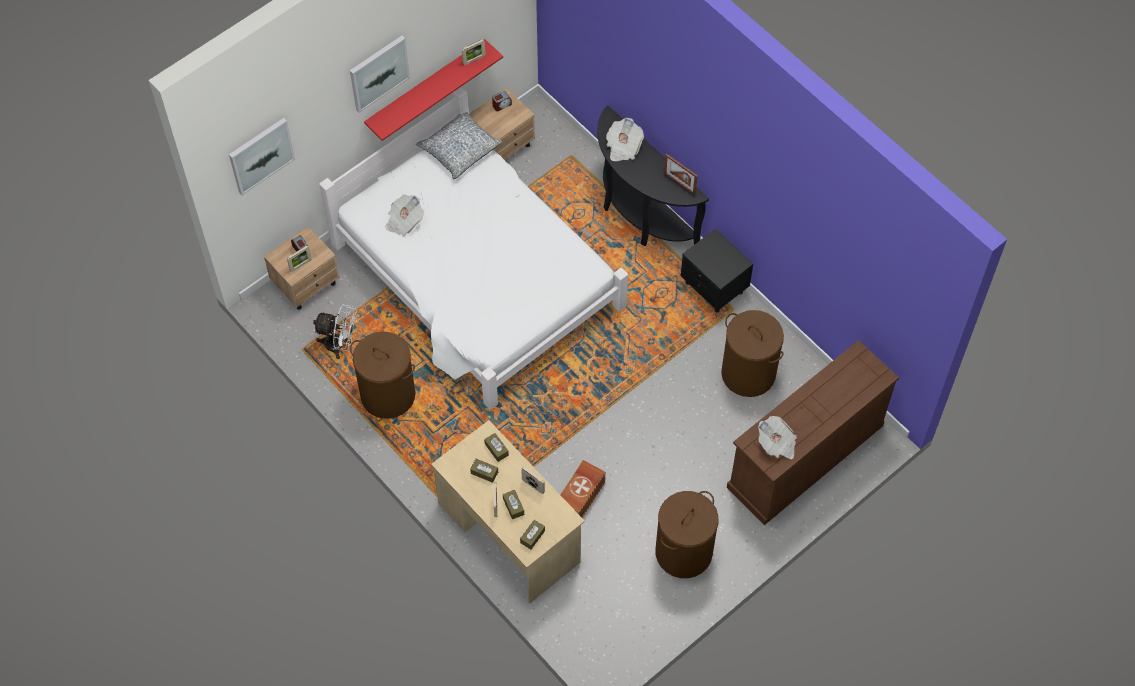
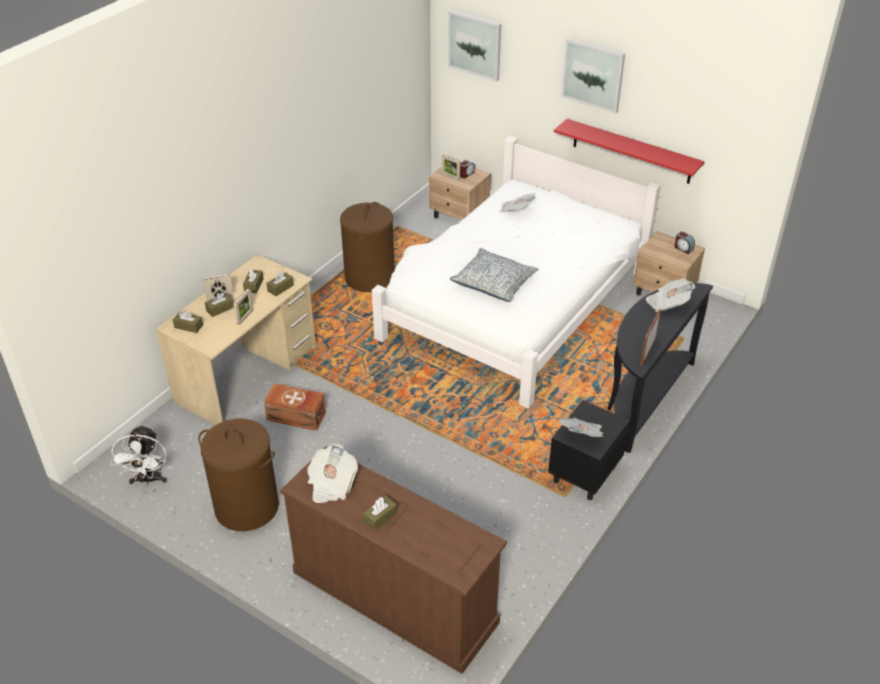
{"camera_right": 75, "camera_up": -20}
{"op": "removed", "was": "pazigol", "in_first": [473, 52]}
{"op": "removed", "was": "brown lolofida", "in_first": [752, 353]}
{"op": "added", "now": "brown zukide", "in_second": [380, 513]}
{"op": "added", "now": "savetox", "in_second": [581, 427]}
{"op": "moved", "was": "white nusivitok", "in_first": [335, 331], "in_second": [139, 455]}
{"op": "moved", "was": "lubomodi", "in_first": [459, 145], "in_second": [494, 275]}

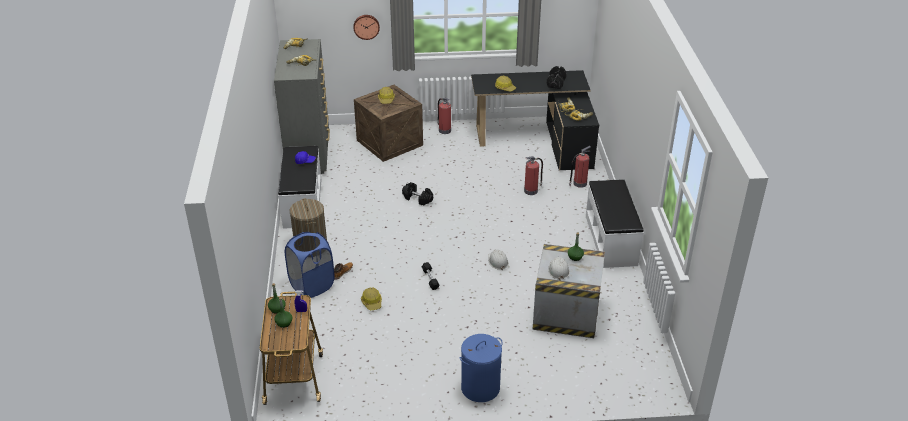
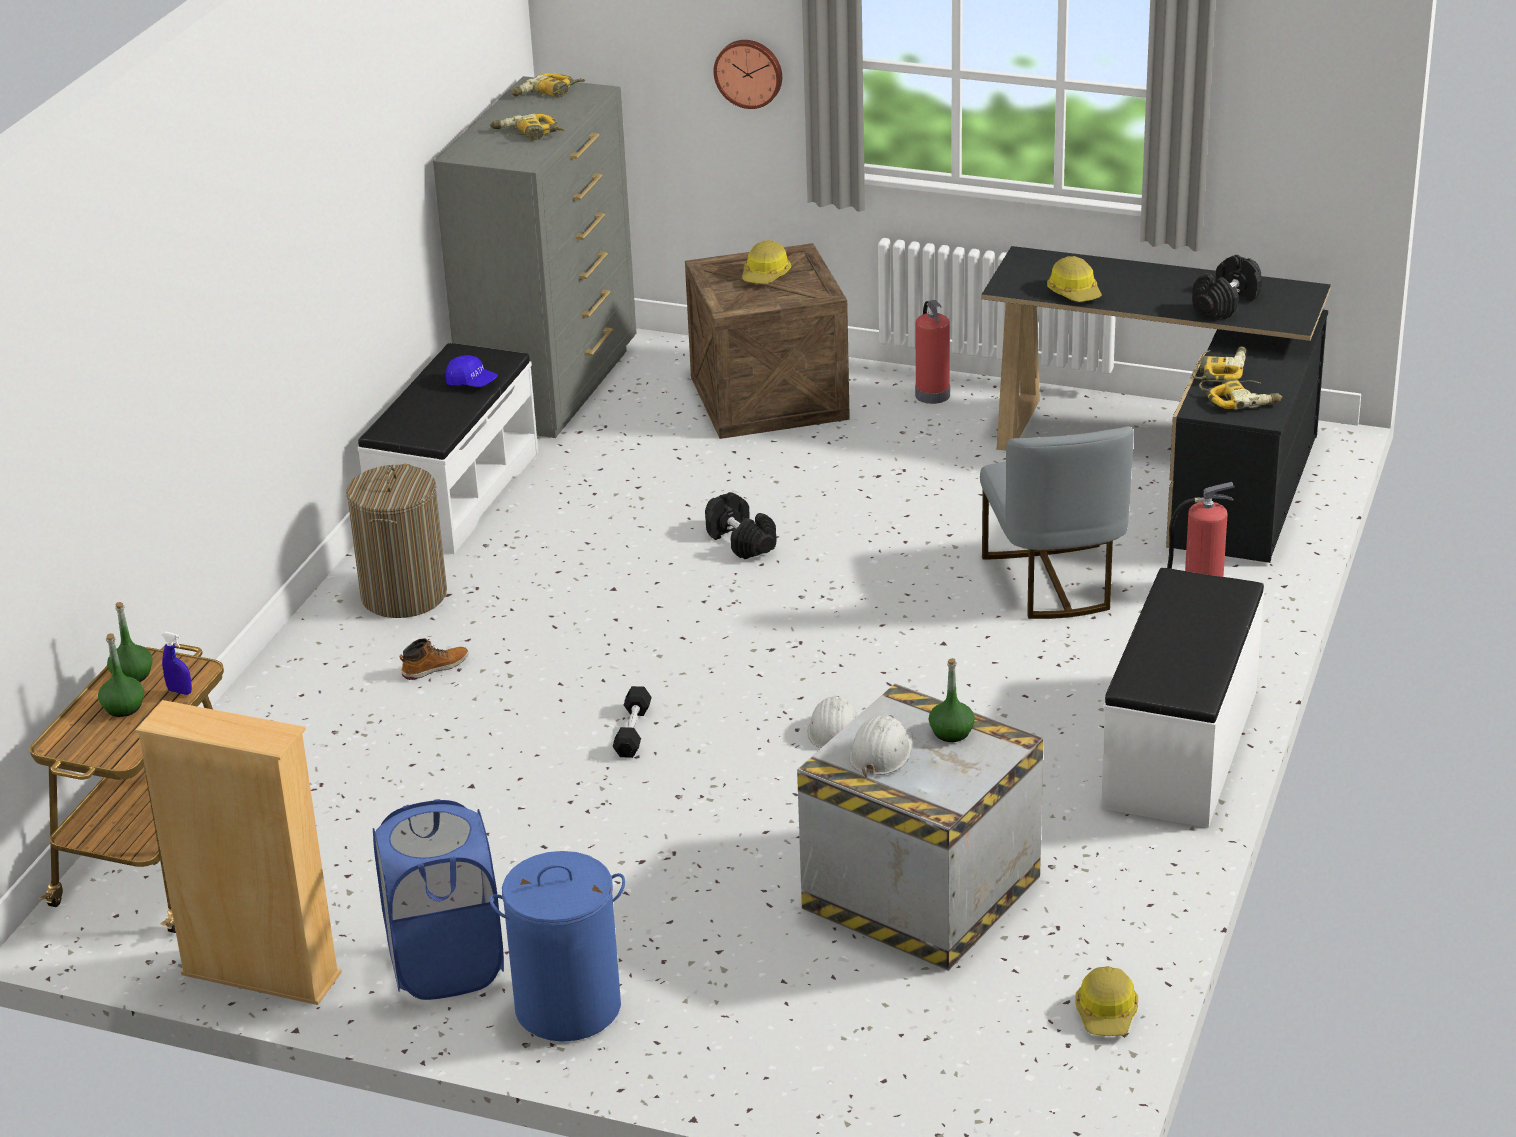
{"camera_right": 25, "camera_up": -5}
{"op": "added", "now": "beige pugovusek", "in_second": [238, 852]}
{"op": "moved", "was": "blue lolofida", "in_first": [309, 265], "in_second": [438, 899]}
{"op": "moved", "was": "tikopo", "in_first": [371, 299], "in_second": [1107, 1001]}
{"op": "replaced", "was": "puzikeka", "now": "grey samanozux", "in_first": [533, 175], "in_second": [1057, 522]}

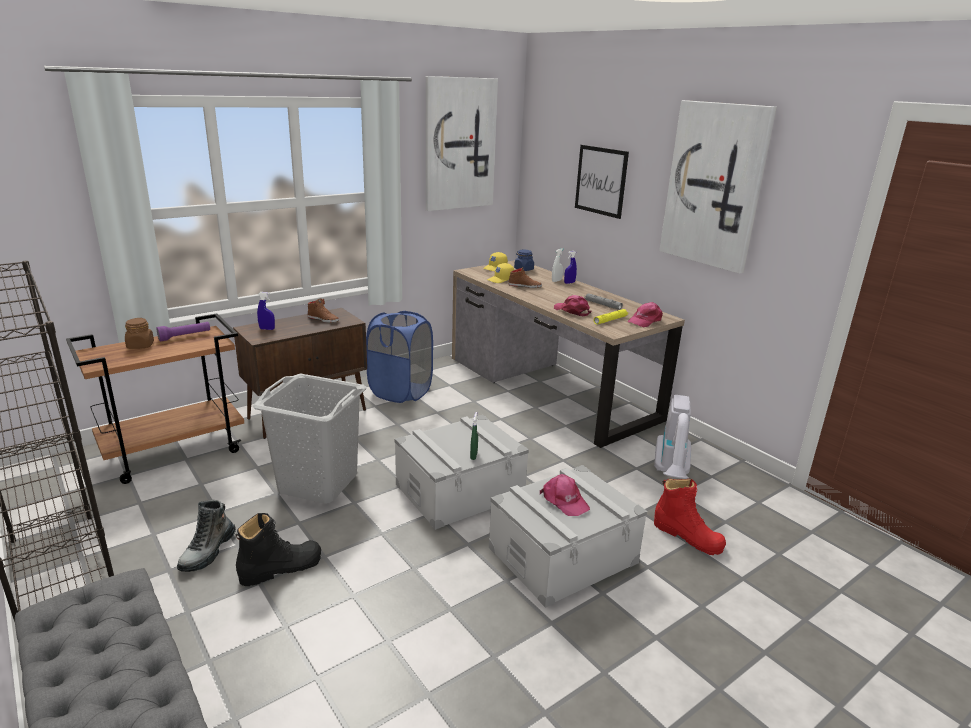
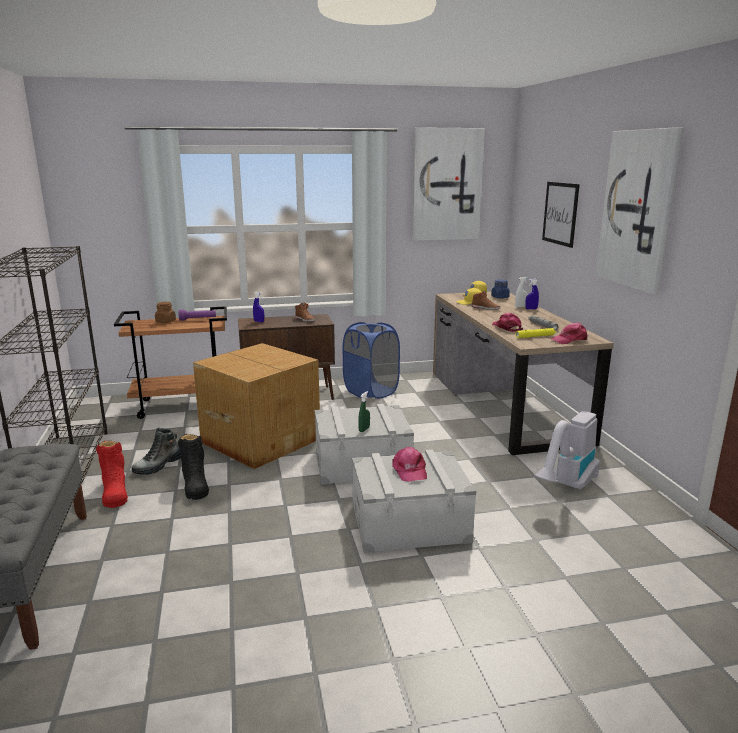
{"camera_right": 25, "camera_up": -5}
{"op": "moved", "was": "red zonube", "in_first": [690, 517], "in_second": [112, 474]}
{"op": "replaced", "was": "grey lolofida", "now": "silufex", "in_first": [309, 438], "in_second": [256, 406]}
{"op": "turned", "was": "black zonube", "in_first": [278, 549], "in_second": [193, 467], "clockwise": 75}

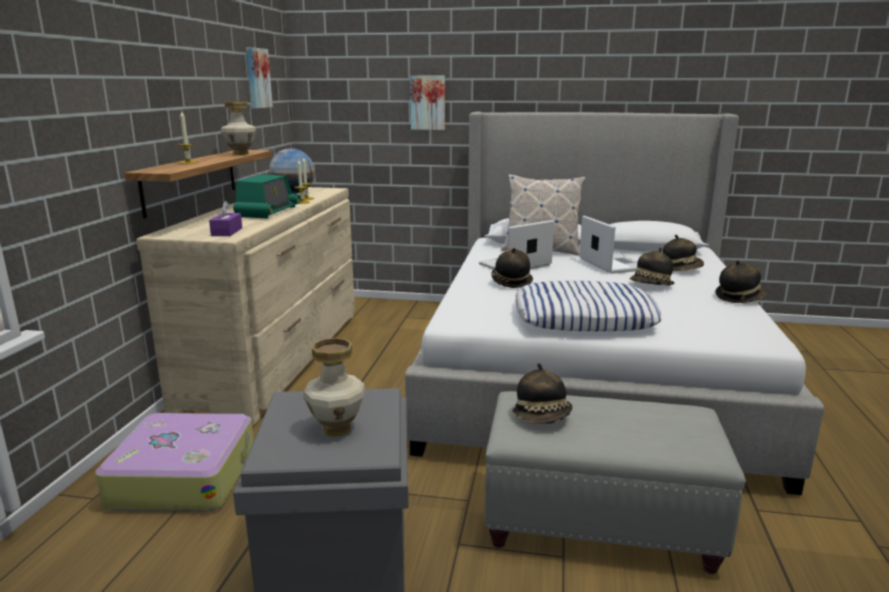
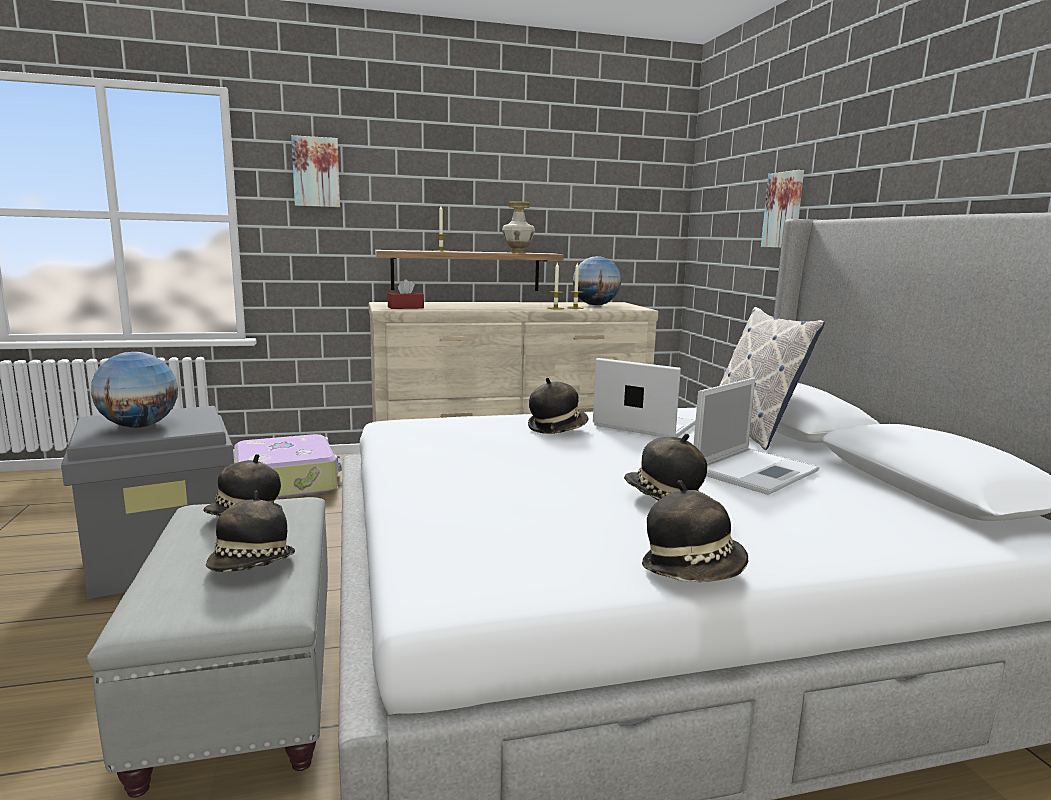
{"camera_right": 65, "camera_up": -5}
{"op": "removed", "was": "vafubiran", "in_first": [267, 196]}
{"op": "removed", "was": "lubomodi", "in_first": [588, 306]}
{"op": "moved", "was": "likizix", "in_first": [259, 77], "in_second": [315, 171]}
{"op": "moved", "was": "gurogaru", "in_first": [683, 253], "in_second": [250, 531]}
{"op": "replaced", "was": "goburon", "now": "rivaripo", "in_first": [334, 387], "in_second": [134, 390]}
{"op": "recoloured", "was": "purple zukide", "now": "red zukide", "in_first": [225, 218], "in_second": [406, 294]}

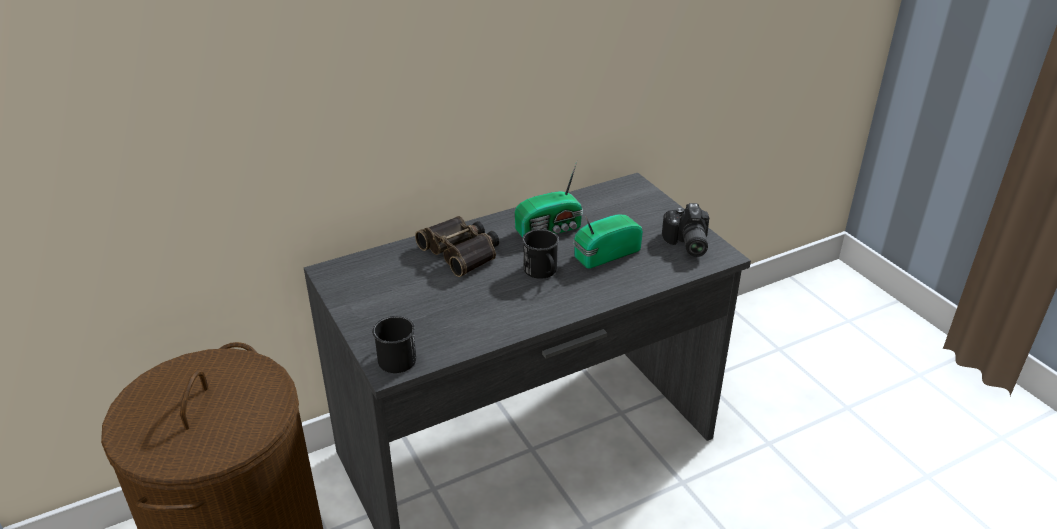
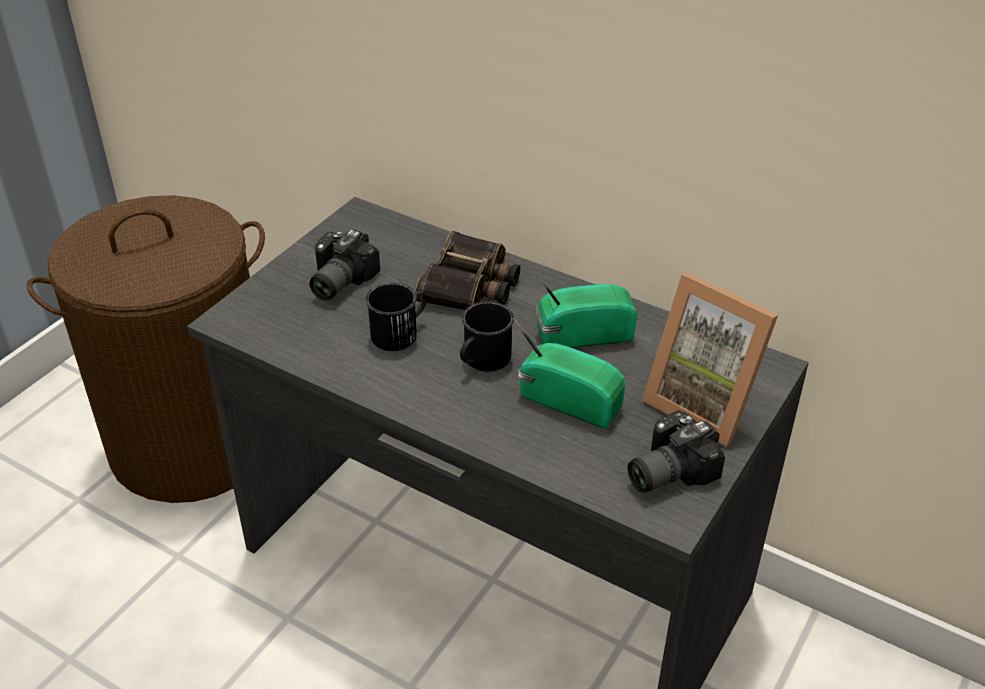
{"camera_right": 60, "camera_up": 5}
{"op": "added", "now": "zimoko", "in_second": [344, 265]}
{"op": "added", "now": "pazigol", "in_second": [710, 360]}
{"op": "moved", "was": "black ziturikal", "in_first": [394, 344], "in_second": [396, 316]}
{"op": "turned", "was": "vafubiran", "in_first": [549, 199], "in_second": [586, 312], "clockwise": 135}

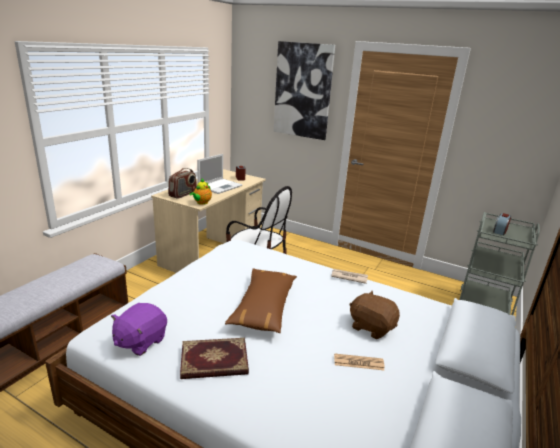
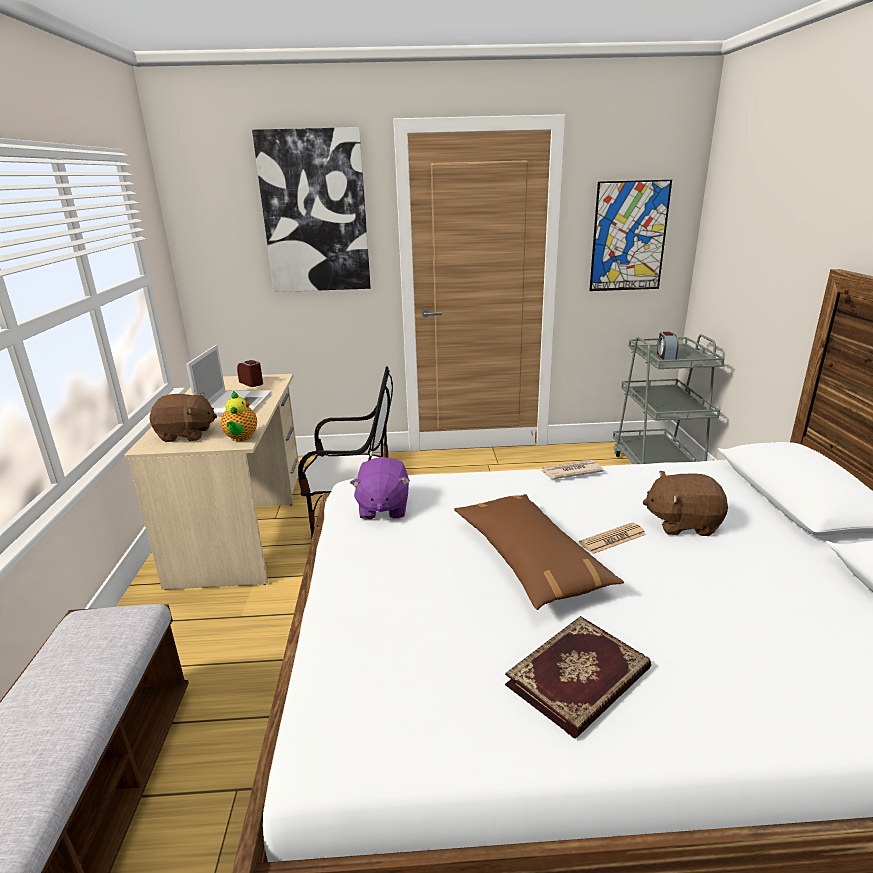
{"camera_right": -30, "camera_up": 0}
{"op": "added", "now": "likizix", "in_second": [630, 235]}
{"op": "moved", "was": "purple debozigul", "in_first": [139, 329], "in_second": [380, 488]}
{"op": "moved", "was": "savetox", "in_first": [359, 362], "in_second": [613, 538]}
{"op": "replaced", "was": "vafubiran", "now": "brown debozigul", "in_first": [182, 183], "in_second": [183, 417]}

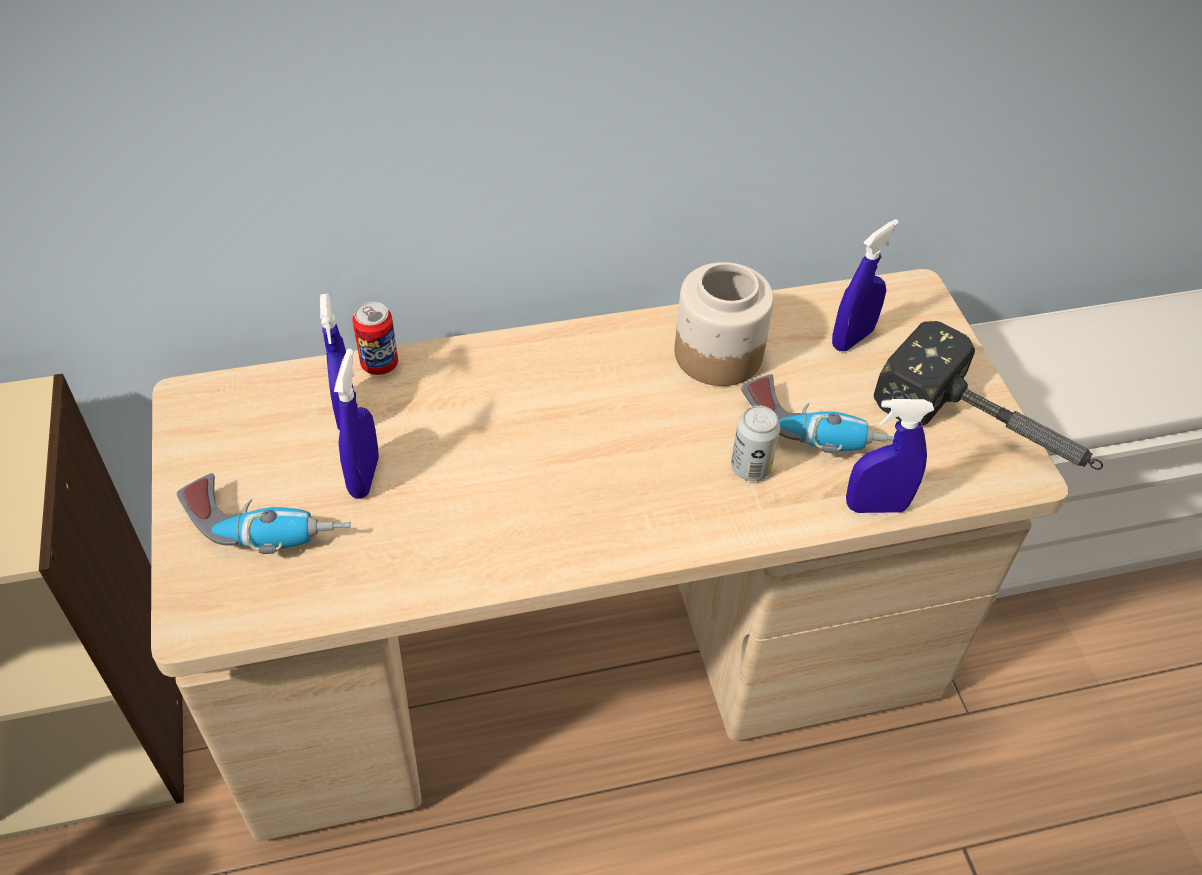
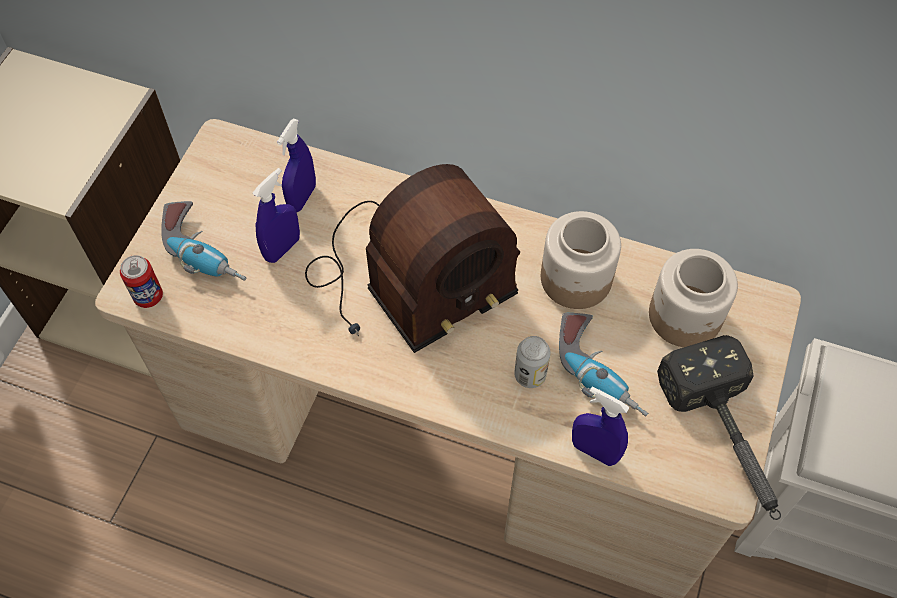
{"camera_right": 35, "camera_up": 10}
{"op": "added", "now": "vafubiran", "in_second": [412, 258]}
{"op": "moved", "was": "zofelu", "in_first": [375, 338], "in_second": [141, 281]}
{"op": "replaced", "was": "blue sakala", "now": "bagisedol", "in_first": [865, 285], "in_second": [693, 298]}

